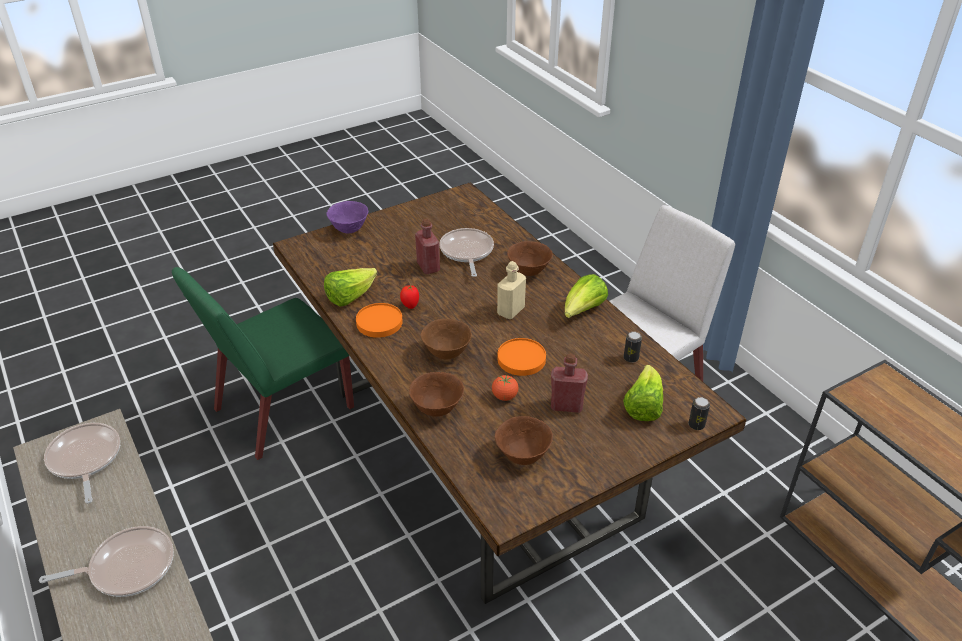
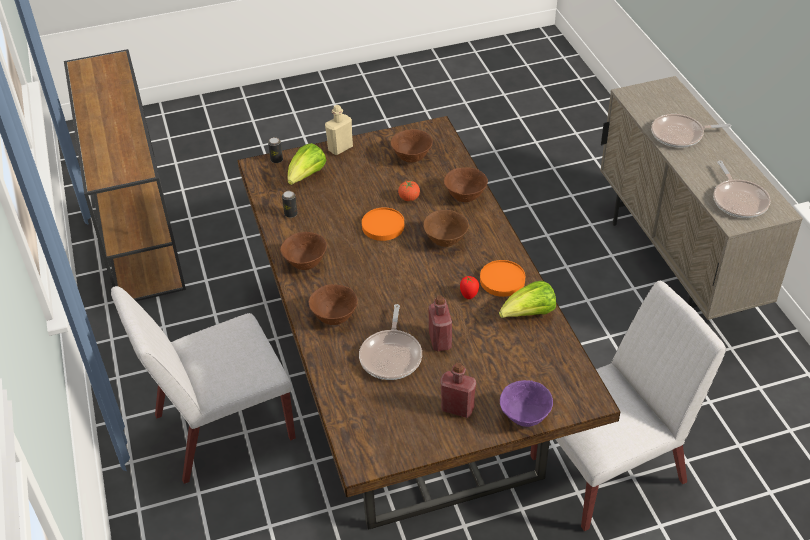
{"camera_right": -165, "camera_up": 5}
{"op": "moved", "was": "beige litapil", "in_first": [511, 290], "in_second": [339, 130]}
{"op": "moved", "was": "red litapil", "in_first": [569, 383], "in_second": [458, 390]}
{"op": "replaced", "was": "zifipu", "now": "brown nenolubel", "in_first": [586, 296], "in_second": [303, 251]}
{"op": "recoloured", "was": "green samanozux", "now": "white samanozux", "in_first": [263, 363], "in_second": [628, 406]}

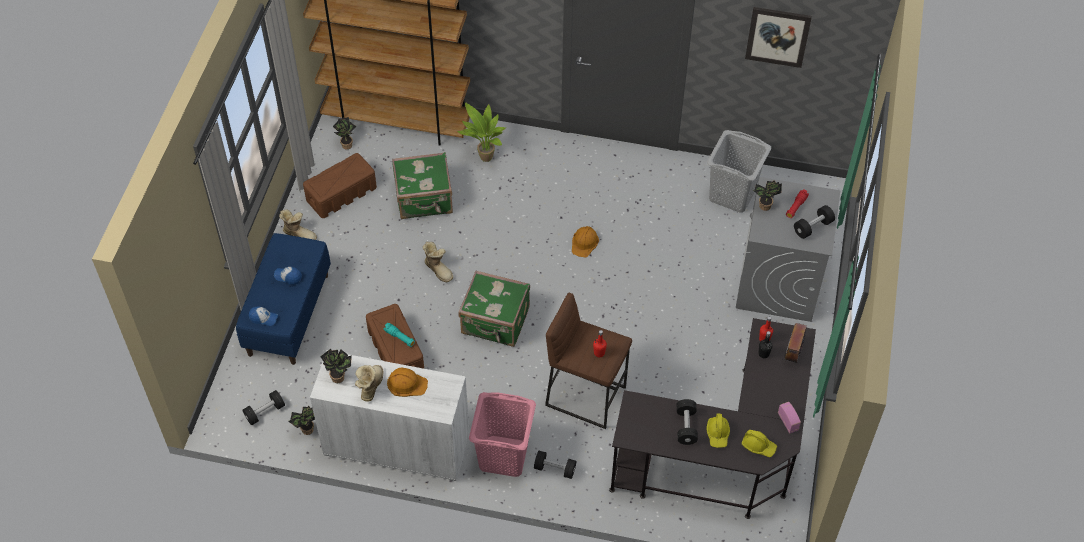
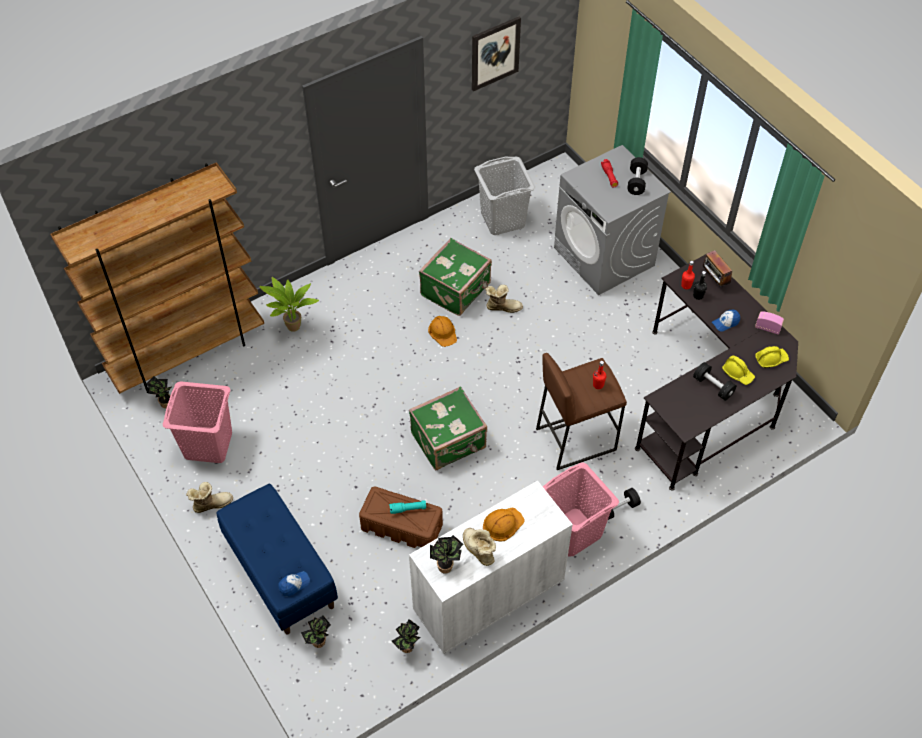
{"camera_right": -45, "camera_up": 0}
{"op": "removed", "was": "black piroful", "in_first": [264, 407]}
{"op": "moved", "was": "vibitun", "in_first": [288, 276], "in_second": [726, 321]}
{"op": "moved", "was": "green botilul", "in_first": [422, 185], "in_second": [455, 277]}
{"op": "moved", "was": "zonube", "in_first": [438, 262], "in_second": [504, 299]}
{"op": "moved", "was": "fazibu", "in_first": [767, 195], "in_second": [316, 631]}
{"op": "replaced", "was": "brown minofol", "now": "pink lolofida", "in_first": [340, 185], "in_second": [197, 422]}

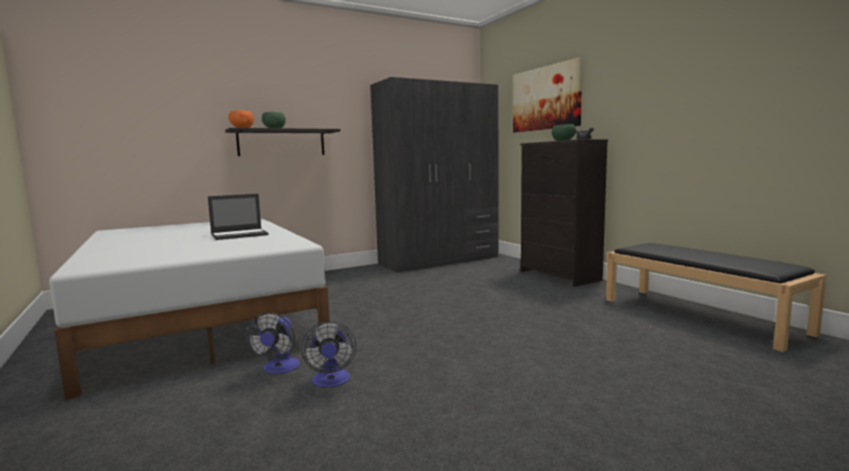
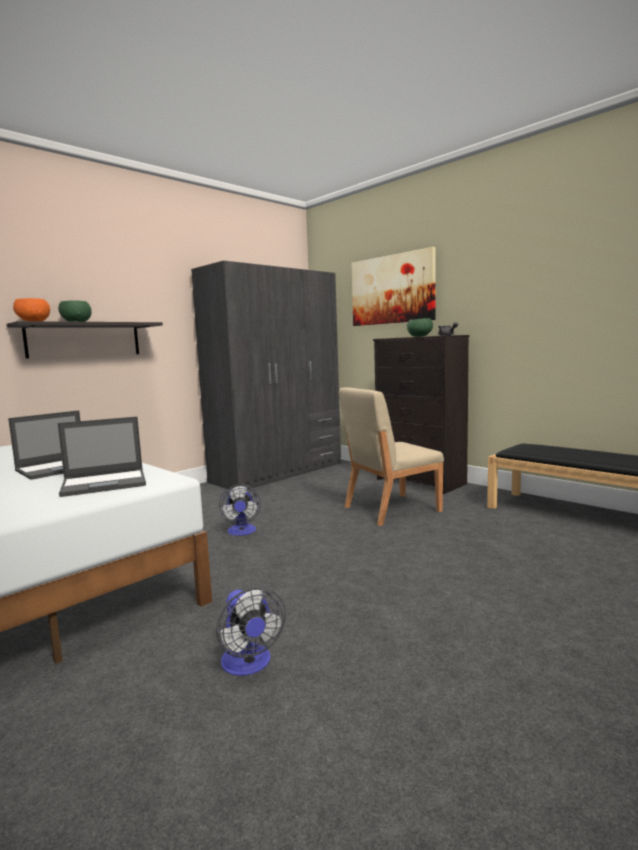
{"camera_right": -15, "camera_up": 0}
{"op": "added", "now": "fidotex", "in_second": [101, 457]}
{"op": "added", "now": "beige samanozux", "in_second": [391, 456]}
{"op": "moved", "was": "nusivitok", "in_first": [273, 343], "in_second": [240, 510]}

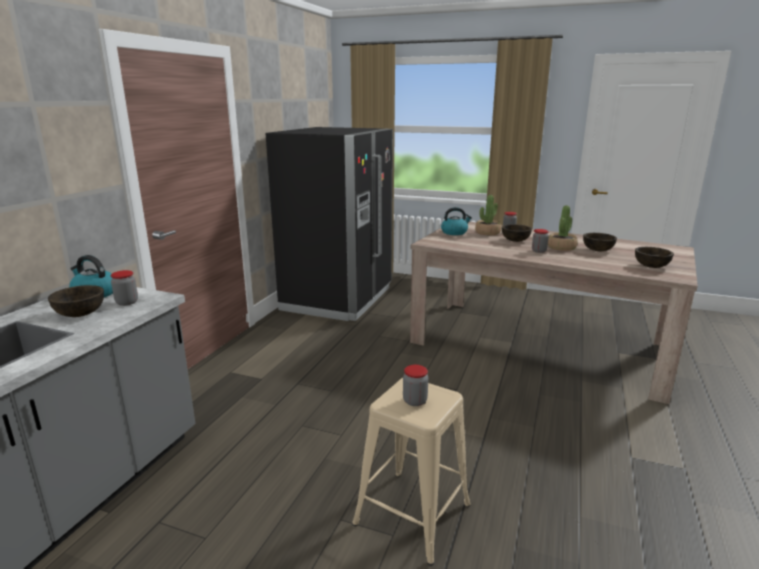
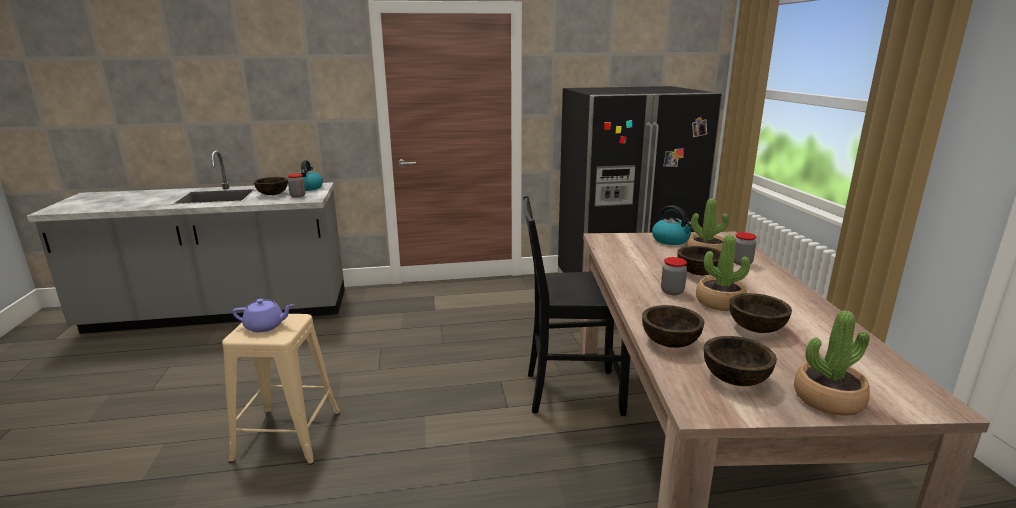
{"camera_right": 60, "camera_up": 0}
{"op": "added", "now": "black samanozux", "in_second": [576, 306]}
{"op": "added", "now": "brown nenolubel", "in_second": [673, 326]}
{"op": "added", "now": "fazibu", "in_second": [832, 363]}
{"op": "replaced", "was": "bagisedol", "now": "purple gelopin", "in_first": [415, 385], "in_second": [263, 315]}

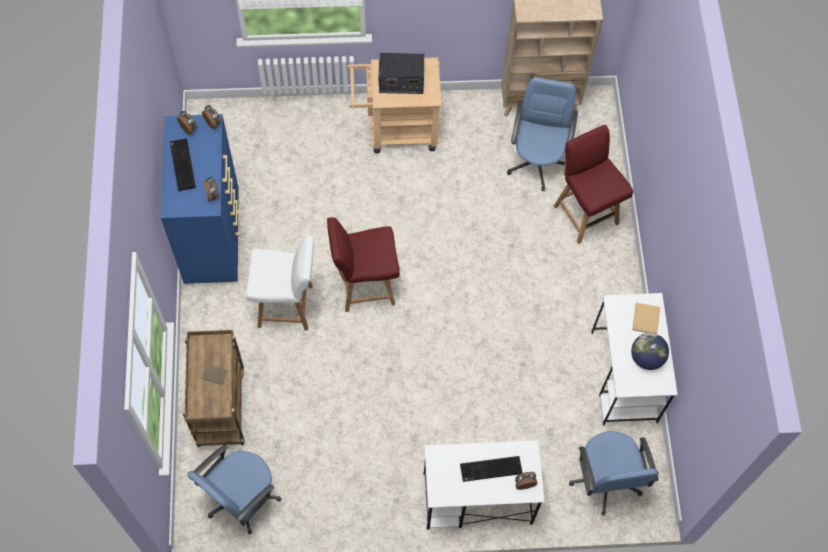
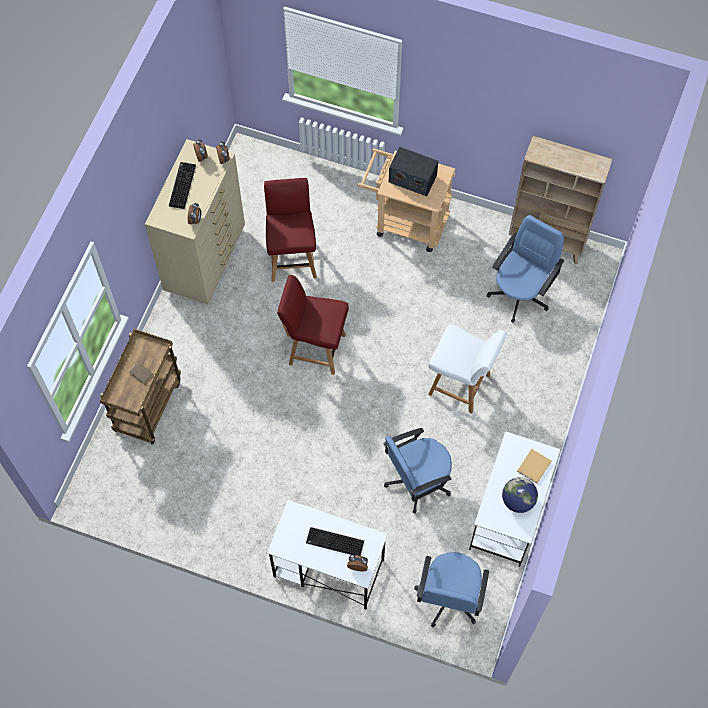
{"camera_right": 25, "camera_up": 0}
{"op": "moved", "was": "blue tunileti", "in_first": [234, 489], "in_second": [418, 471]}
{"op": "moved", "was": "white samanozux", "in_first": [280, 283], "in_second": [467, 369]}
{"op": "moved", "was": "red samanozux", "in_first": [594, 184], "in_second": [290, 230]}
{"op": "recoloured", "was": "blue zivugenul", "now": "beige zivugenul", "in_first": [200, 199], "in_second": [195, 221]}

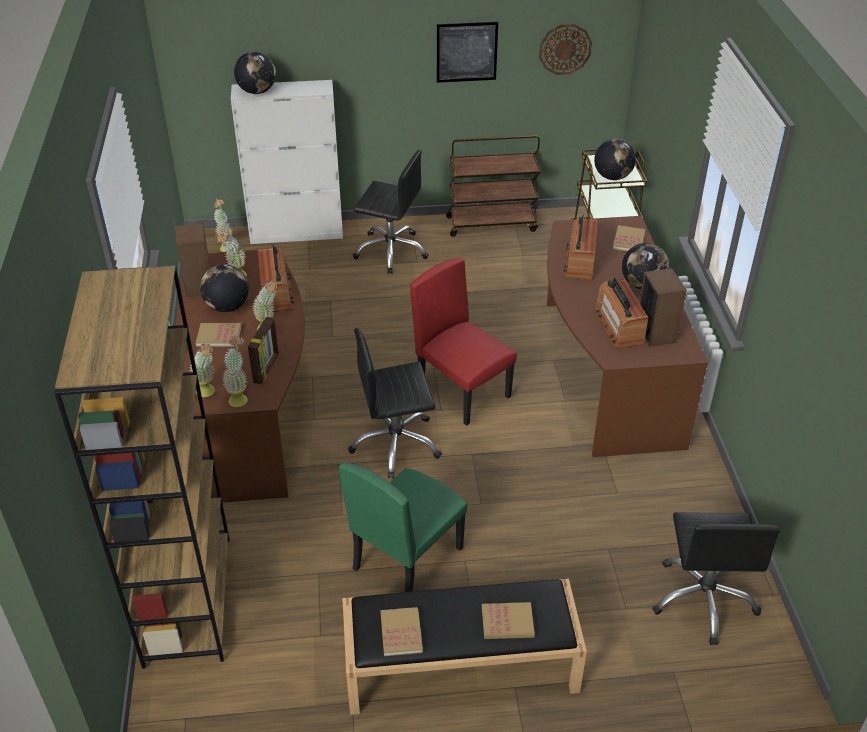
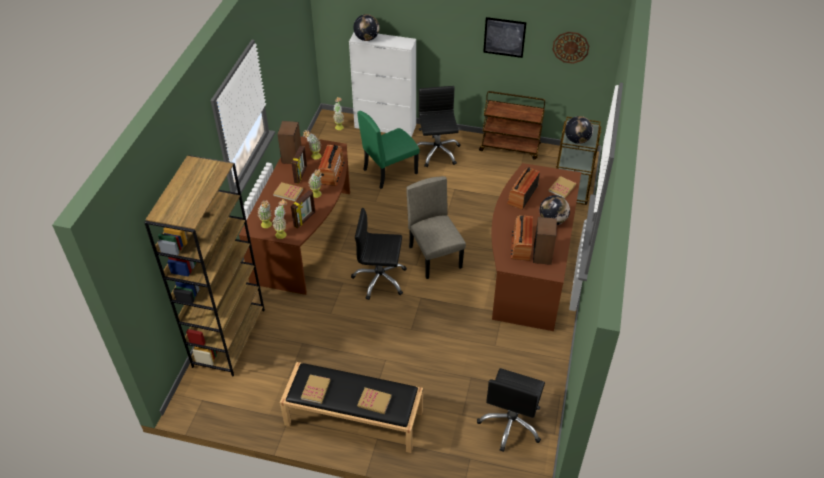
{"camera_right": 20, "camera_up": 5}
{"op": "moved", "was": "green samanozux", "in_first": [403, 527], "in_second": [388, 150]}
{"op": "replaced", "was": "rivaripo", "now": "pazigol", "in_first": [224, 288], "in_second": [299, 165]}
{"op": "recoloured", "was": "red samanozux", "now": "beige samanozux", "in_first": [463, 341], "in_second": [436, 227]}
{"op": "turned", "was": "black tunileti", "in_first": [391, 212], "in_second": [439, 126], "clockwise": -135}

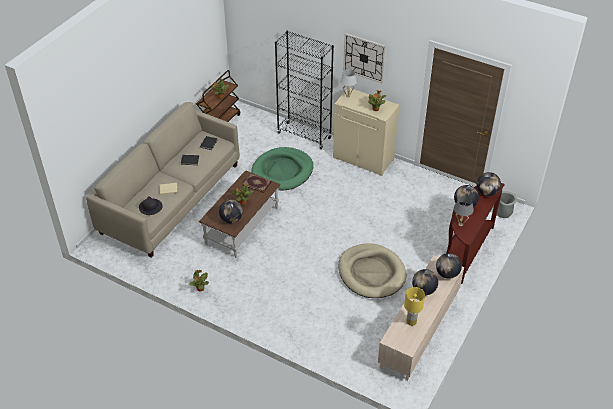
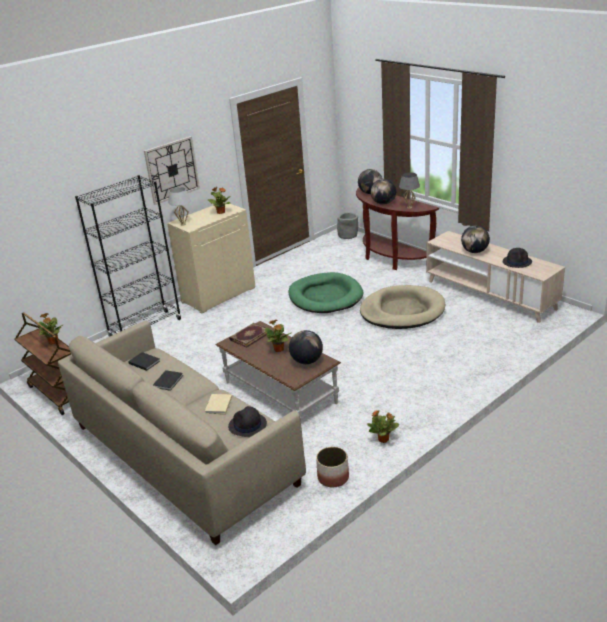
{"camera_right": -70, "camera_up": -15}
{"op": "removed", "was": "rivaripo", "in_first": [449, 266]}
{"op": "added", "now": "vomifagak", "in_second": [332, 467]}
{"op": "moved", "was": "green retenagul", "in_first": [282, 168], "in_second": [325, 292]}
{"op": "replaced", "was": "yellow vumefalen", "now": "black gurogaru", "in_first": [414, 306], "in_second": [517, 258]}

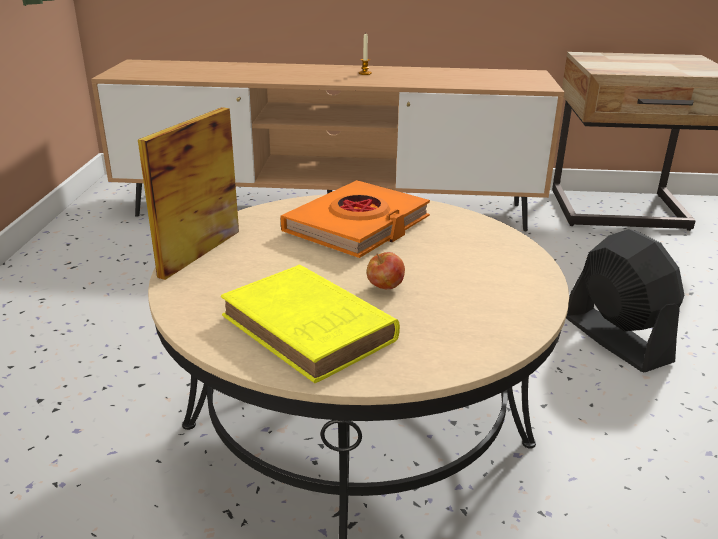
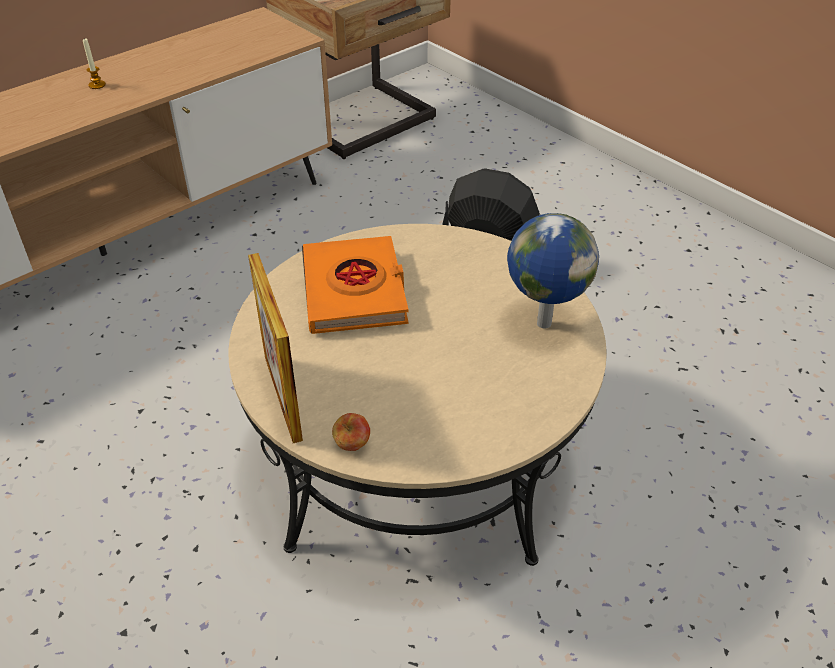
{"camera_right": -45, "camera_up": 15}
{"op": "removed", "was": "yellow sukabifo", "in_first": [310, 324]}
{"op": "added", "now": "rivaripo", "in_second": [553, 270]}
{"op": "moved", "was": "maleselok", "in_first": [386, 270], "in_second": [351, 432]}

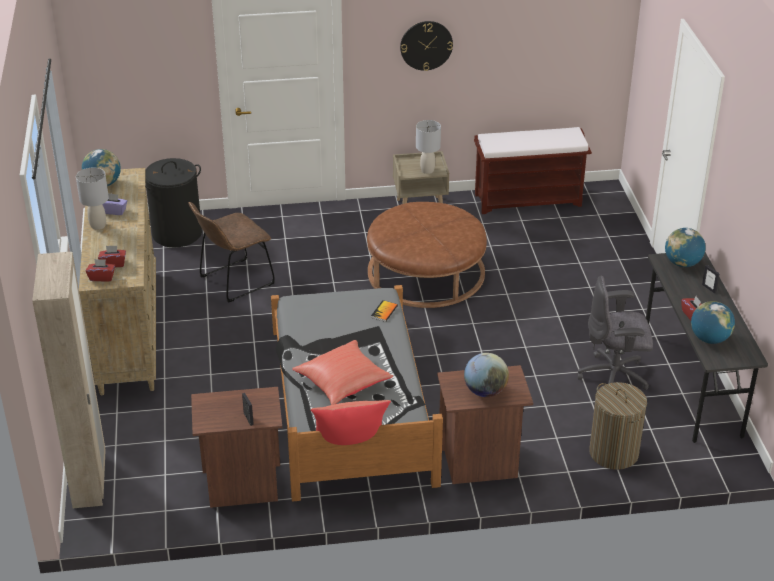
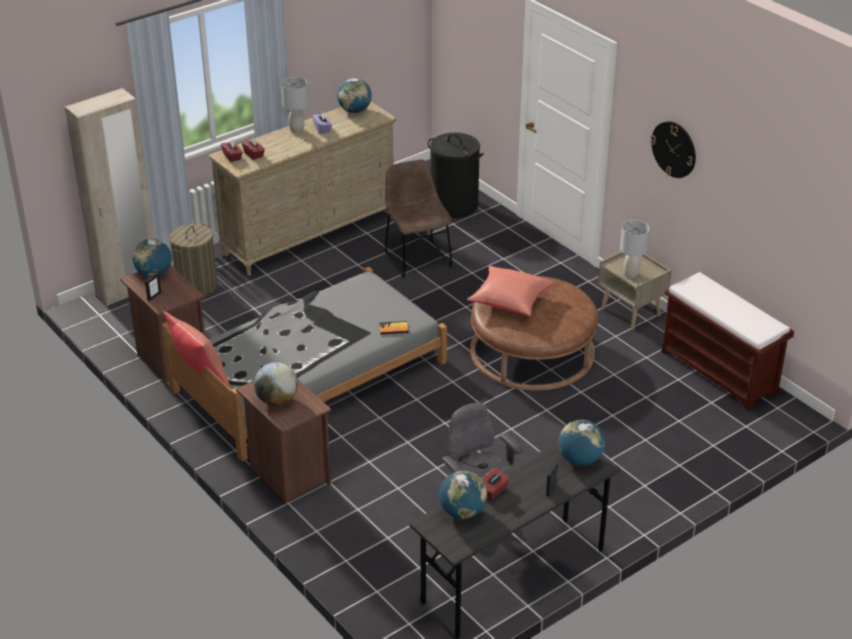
{"camera_right": 60, "camera_up": 0}
{"op": "added", "now": "rivaripo", "in_second": [152, 258]}
{"op": "moved", "was": "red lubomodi", "in_first": [342, 372], "in_second": [511, 291]}
{"op": "moved", "was": "lolofida", "in_first": [618, 426], "in_second": [193, 260]}
{"op": "turned", "was": "brown samanozux", "in_first": [231, 252], "in_second": [418, 218], "clockwise": 45}

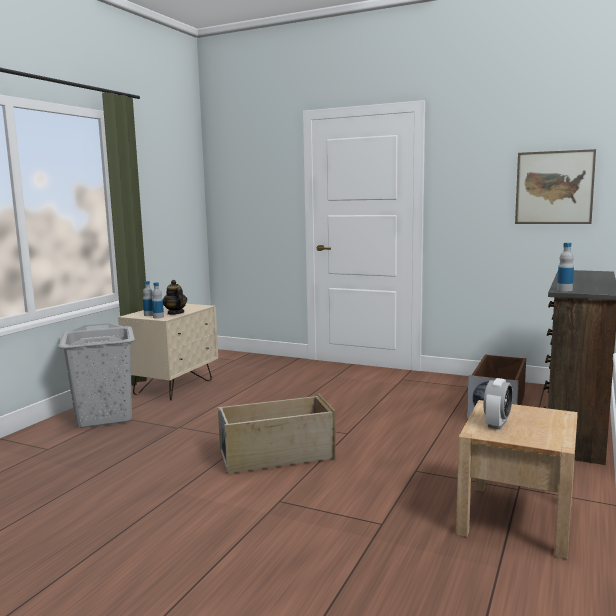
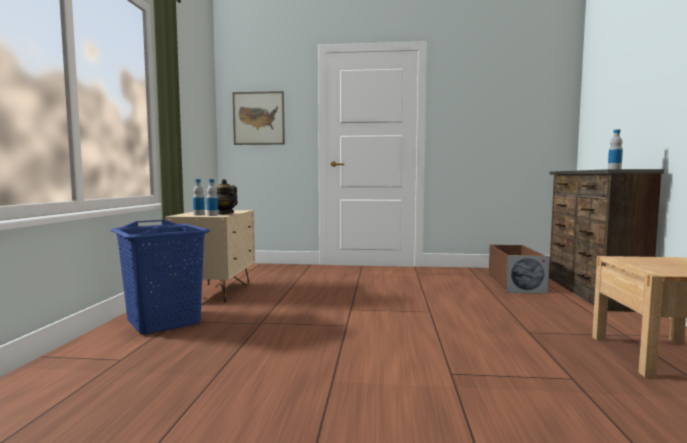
{"camera_right": -20, "camera_up": -5}
{"op": "removed", "was": "beige minofol", "in_first": [277, 433]}
{"op": "removed", "was": "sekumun", "in_first": [498, 403]}
{"op": "moved", "was": "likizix", "in_first": [555, 186], "in_second": [259, 118]}
{"op": "recoloured", "was": "grey lolofida", "now": "blue lolofida", "in_first": [96, 375], "in_second": [160, 277]}

